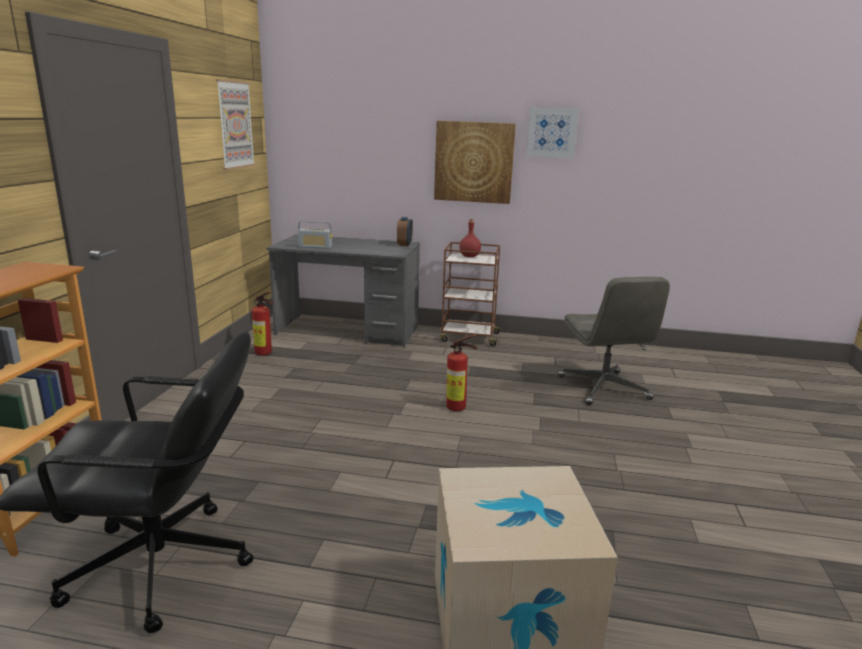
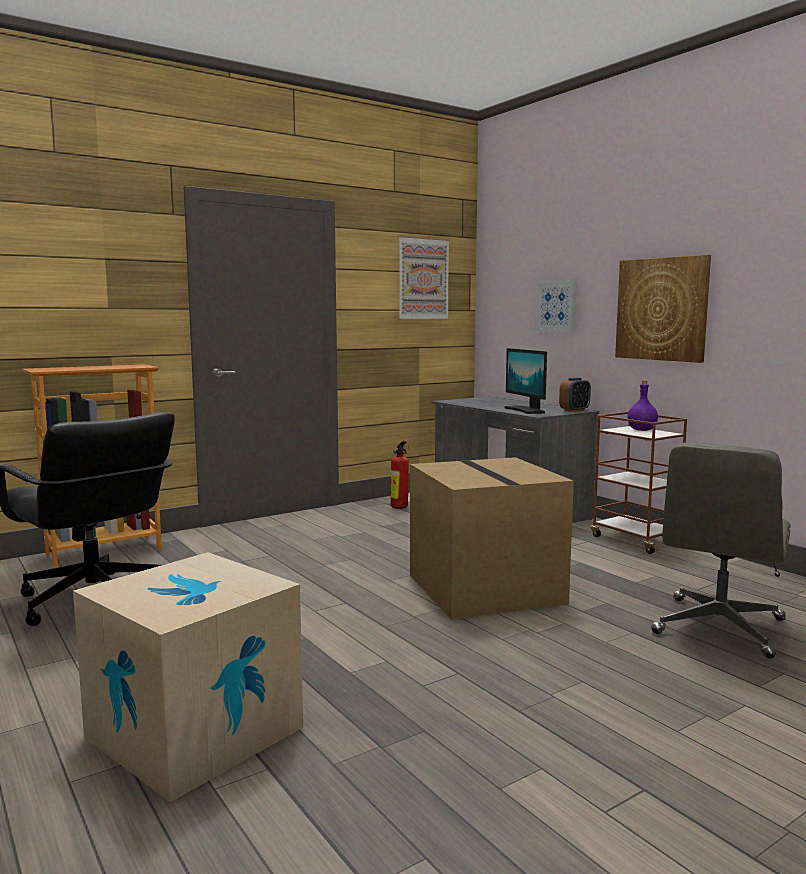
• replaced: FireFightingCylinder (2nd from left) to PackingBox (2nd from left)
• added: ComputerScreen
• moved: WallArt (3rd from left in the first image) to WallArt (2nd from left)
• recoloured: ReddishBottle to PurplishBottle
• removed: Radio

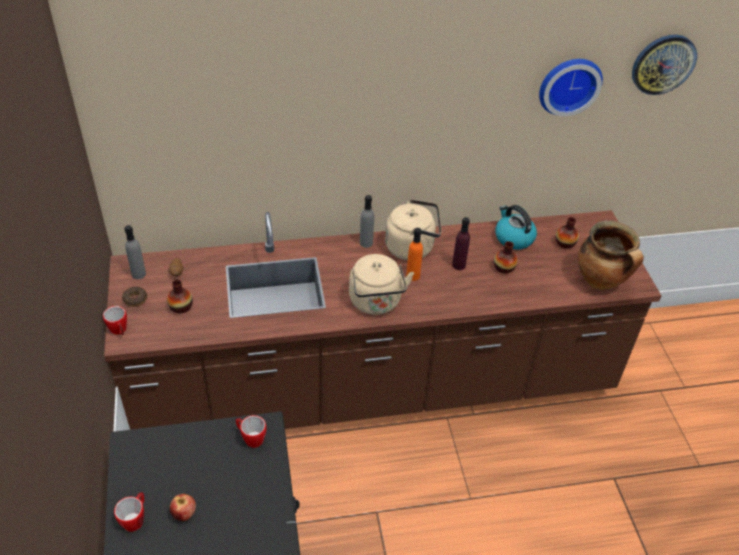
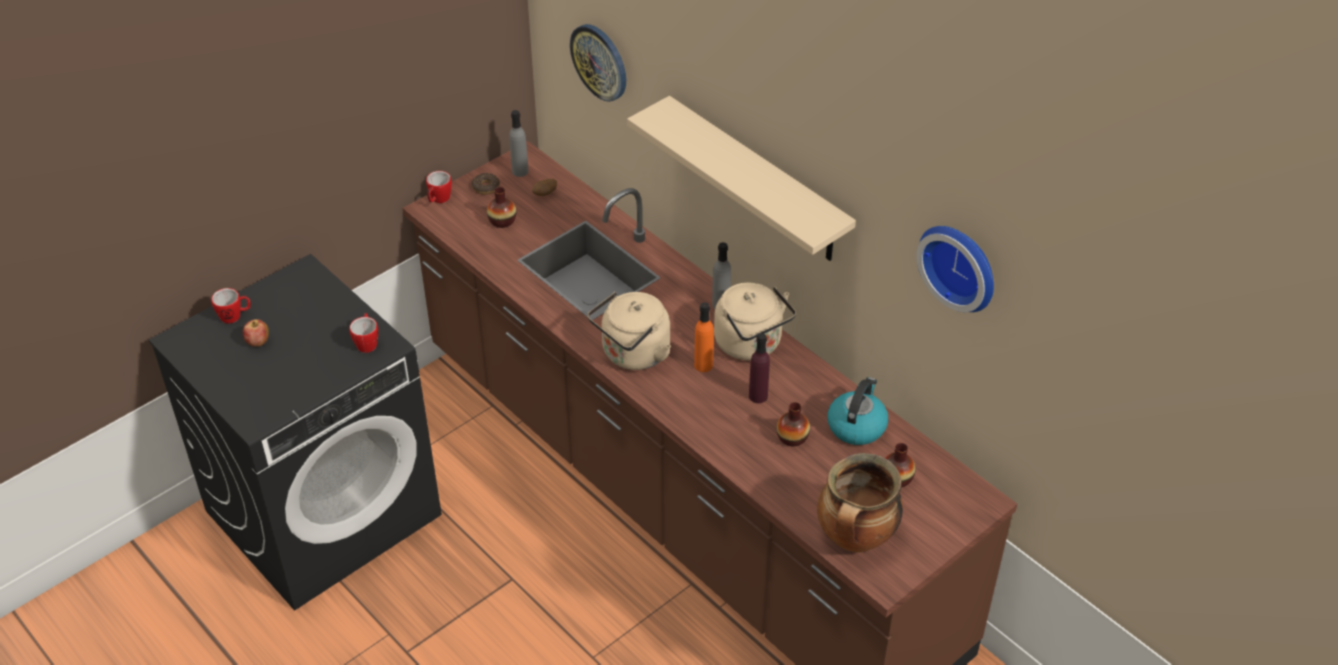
• moved: WallClock (2nd from left in the first image) to WallClock (1st from left)
• added: BeigeColouredWallShelf

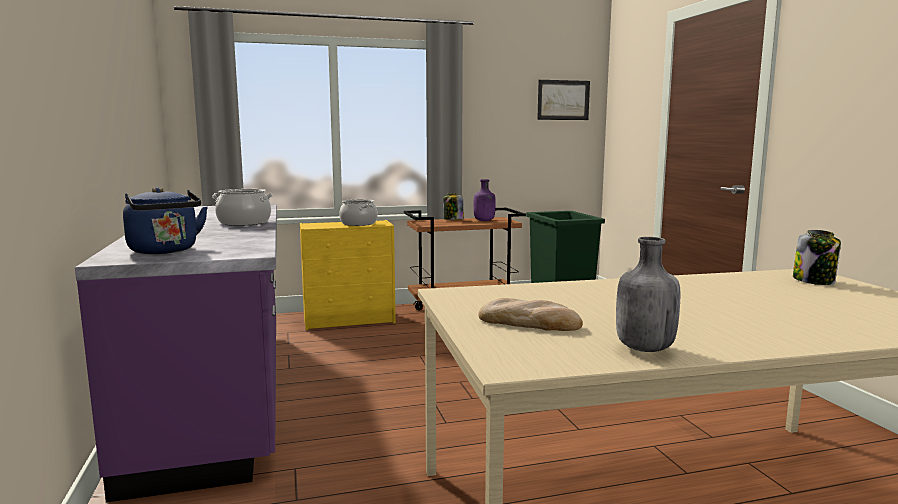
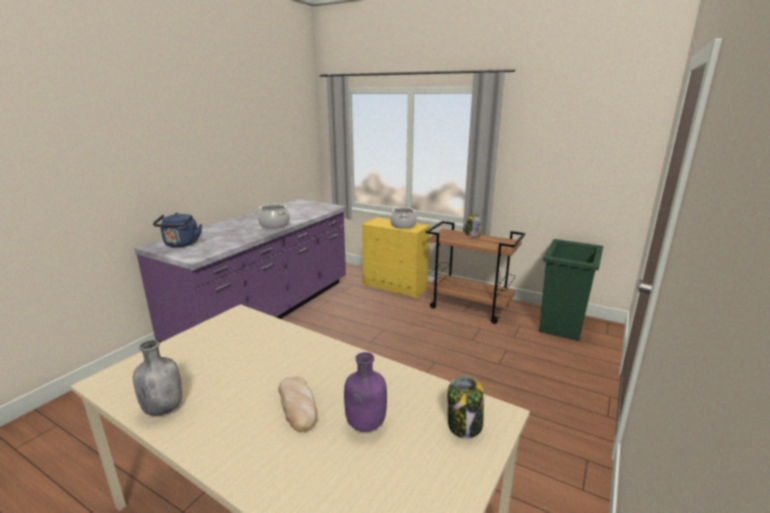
• moved: Bread
• moved: PurplishBottle
• removed: WallArt

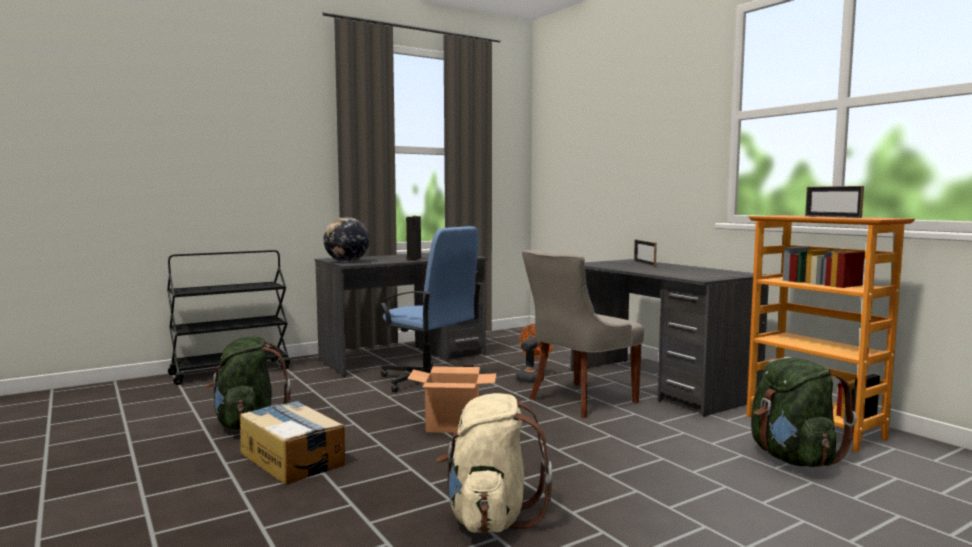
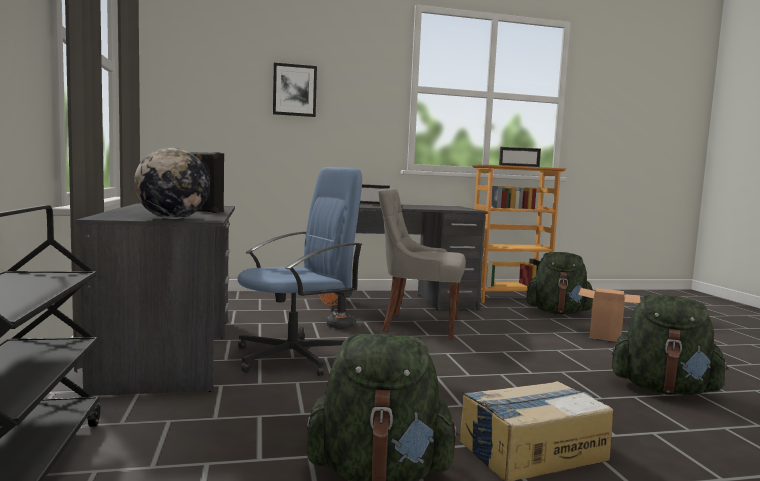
• added: WallArt
• turned: GreyishPlainChair 120 degrees clockwise
• moved: PackingBox (2nd from left)
• recoloured: BeigeColouredRucksack to GreenColouredRucksack (3rd from left)

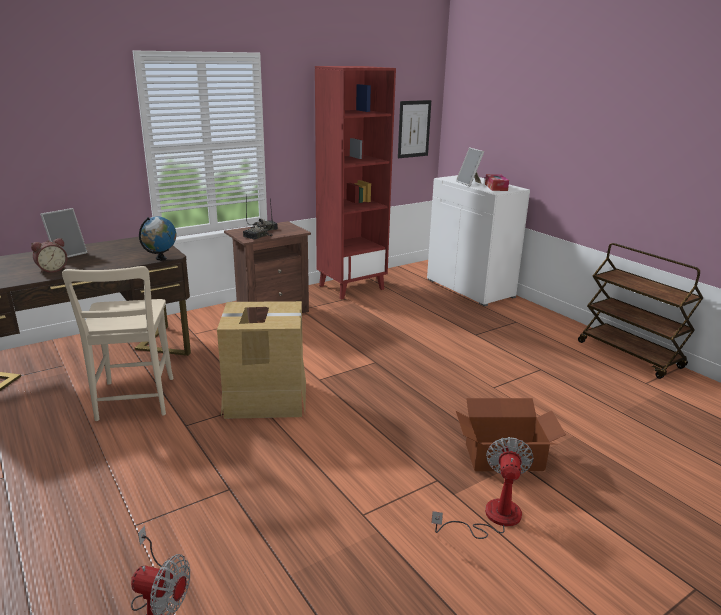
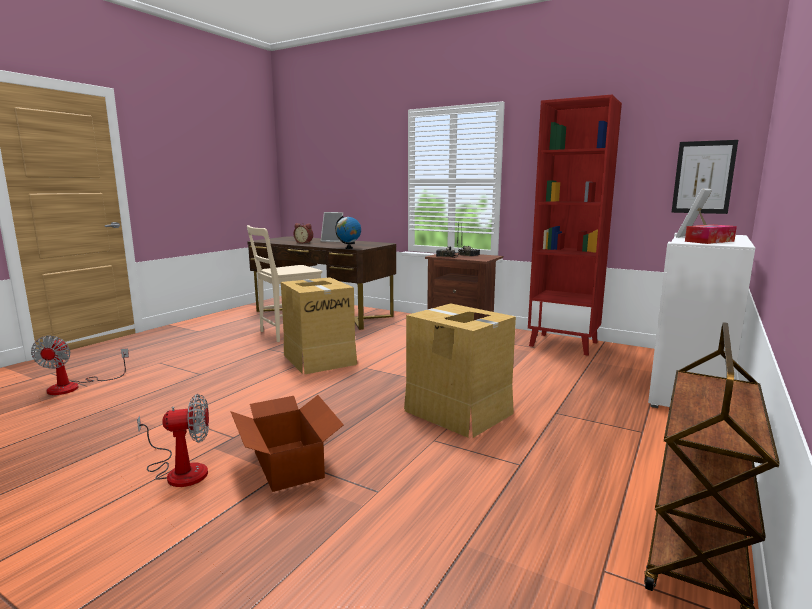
• added: PackingBox (3rd from left)

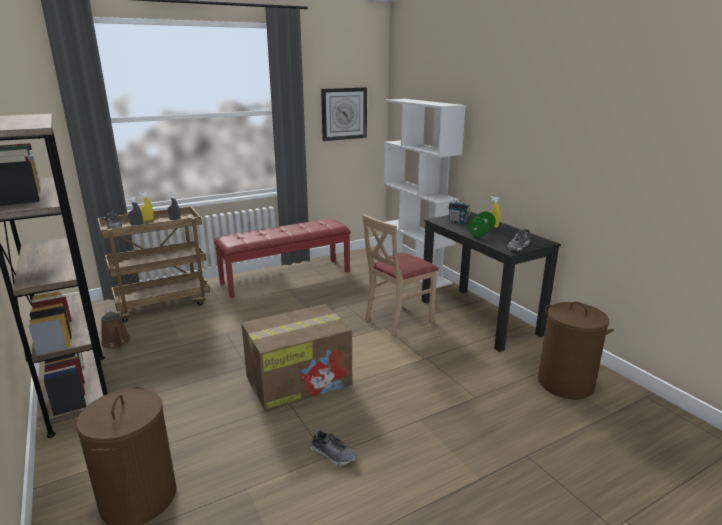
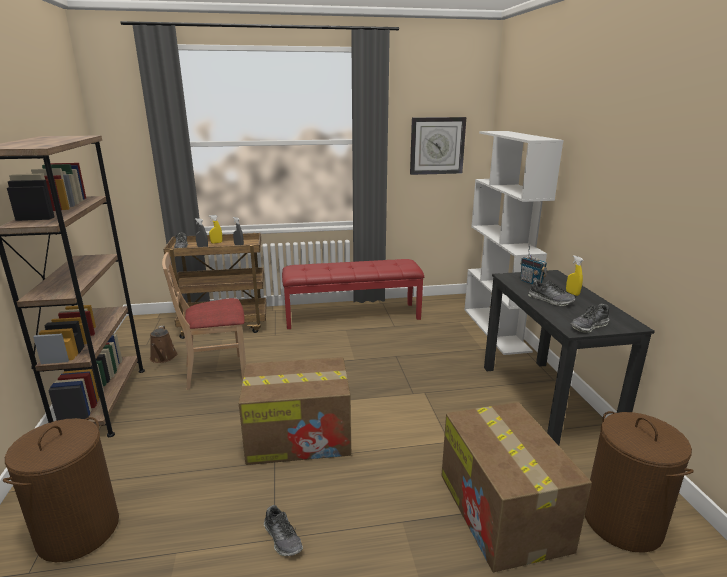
• moved: BeigeColouredPlainChair
• added: PackingBox (2nd from left)
• replaced: GreenColouredDumbbell to Shoe (3rd from left)

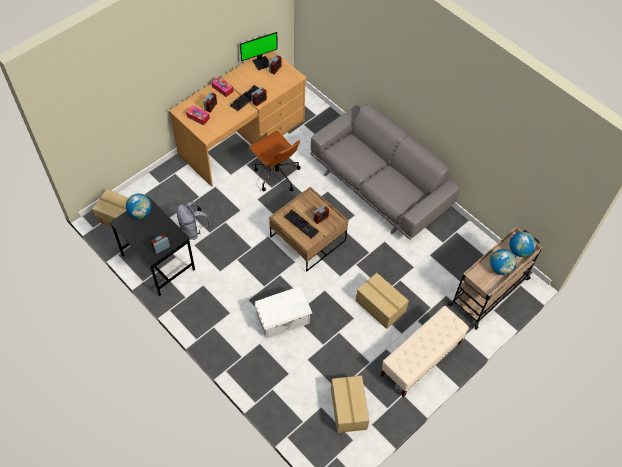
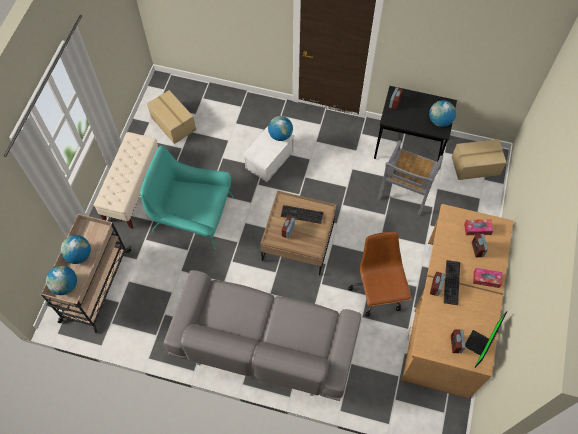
• replaced: PackingBox (3rd from left) to TurquoiseColouredLoungeChair
• added: DeskGlobe (3rd from left)
• turned: BrownColouredComputerChair 60 degrees clockwise
• replaced: GreyishRucksack to GreyishPlainChair

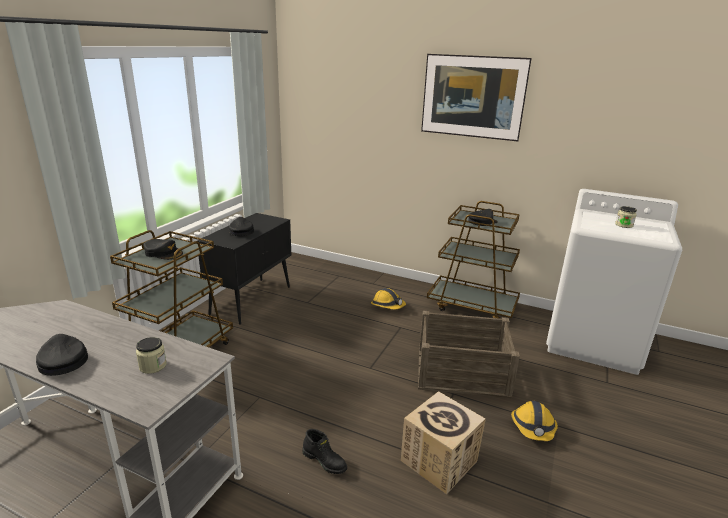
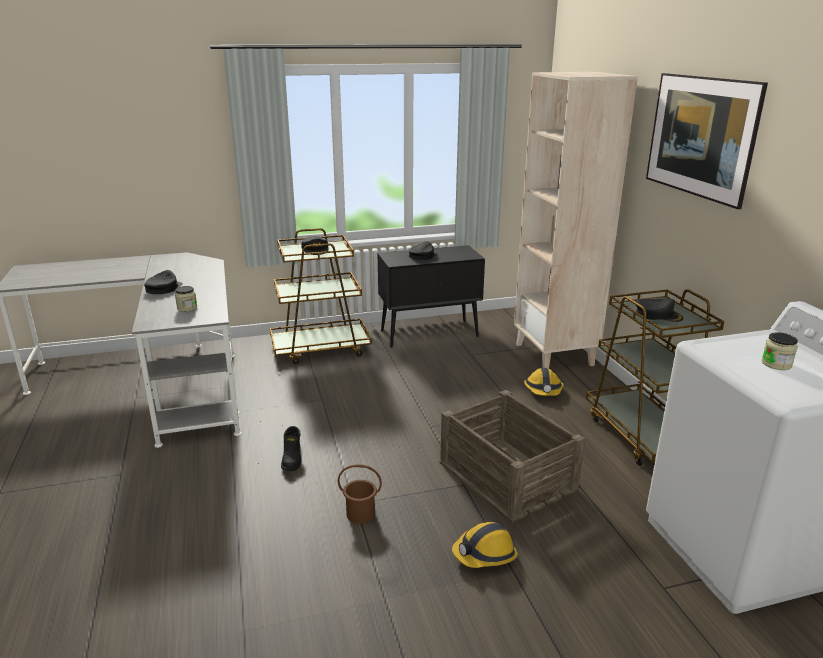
• replaced: PackingBox to BrownColouredBucket
• added: BeigeColouredBookcase

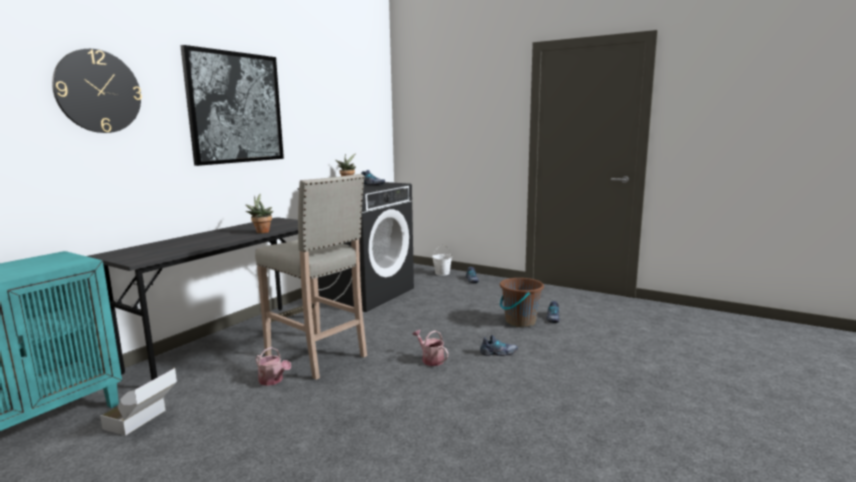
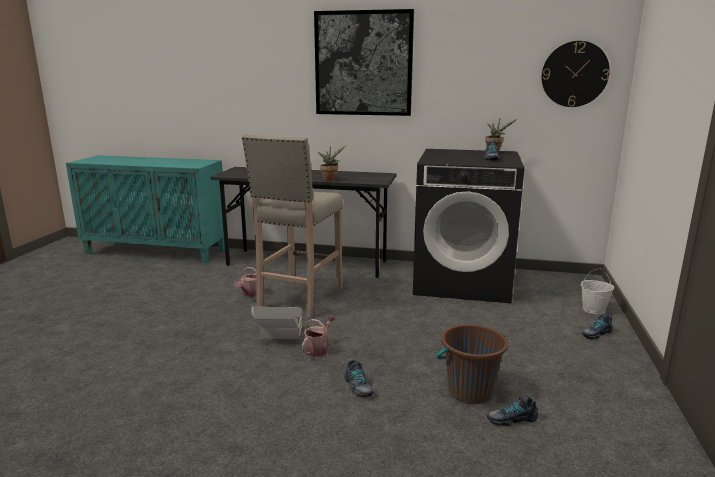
• moved: PackingBox
• moved: WallClock

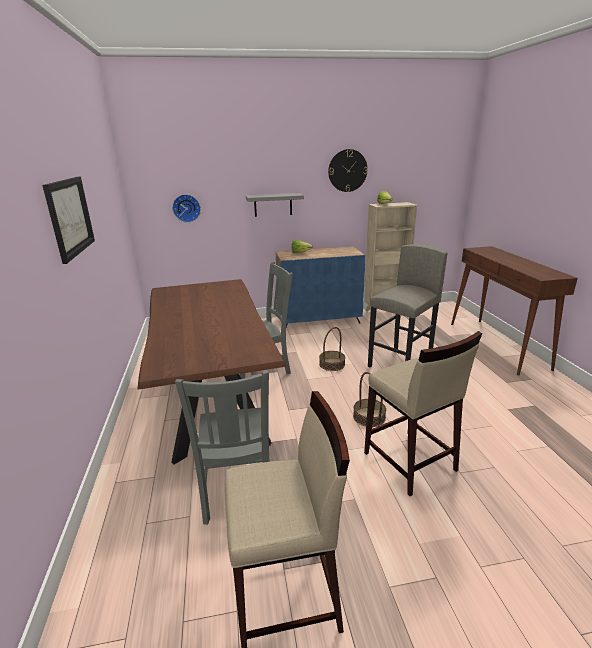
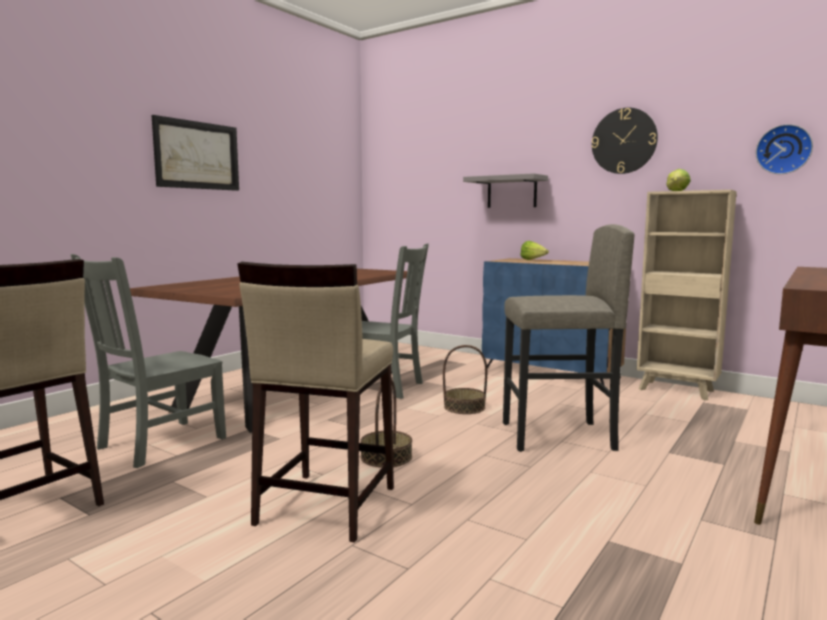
• moved: WallClock (1st from left in the first image) to WallClock (2nd from left)

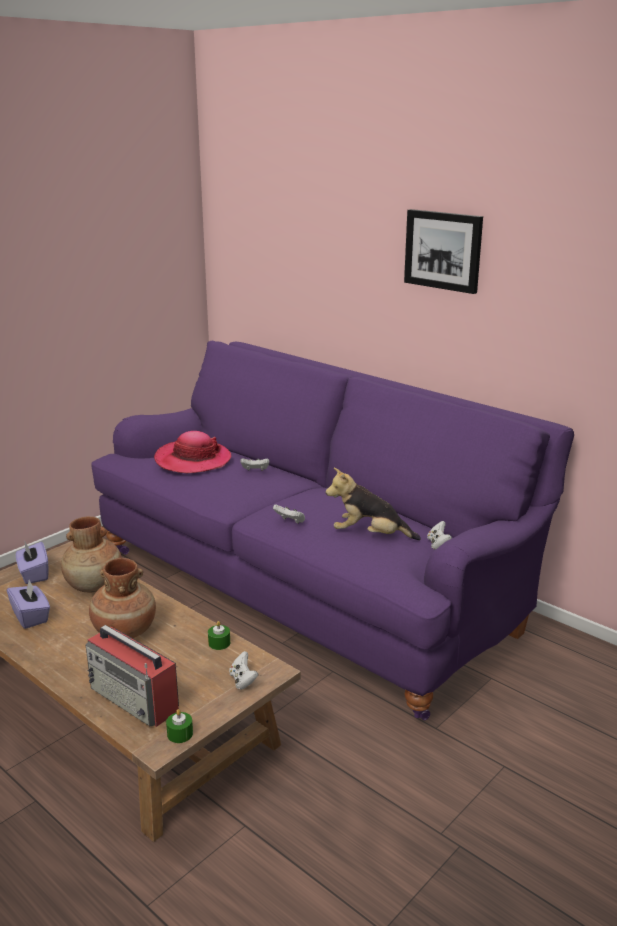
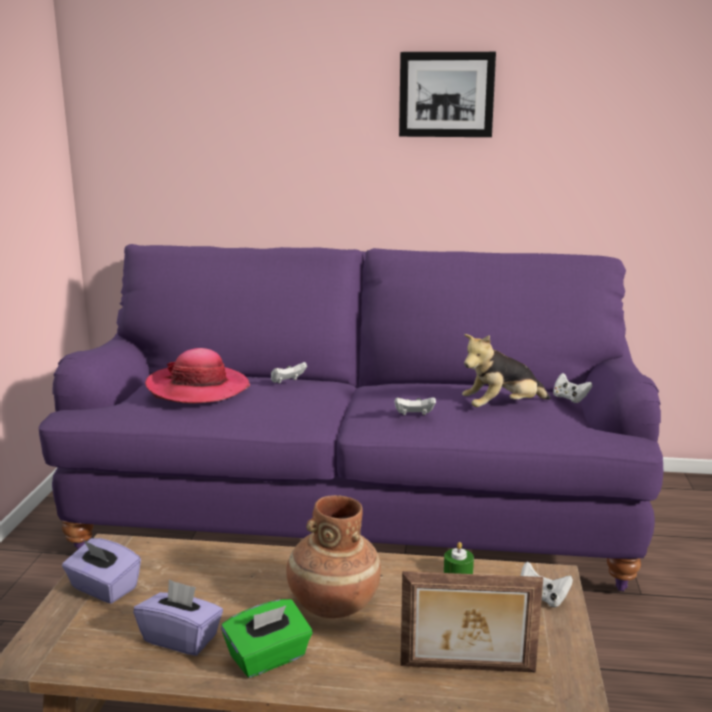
• added: GreenColouredTissueHolder
• replaced: Radio to PictureFrame
• removed: BrownColouredVase (1st from left)
• removed: GreenColouredCandle (1st from left)

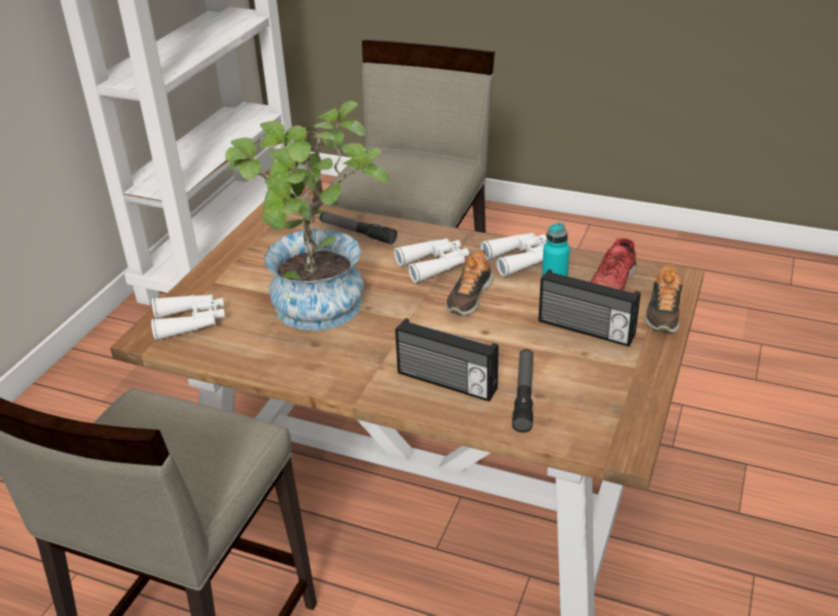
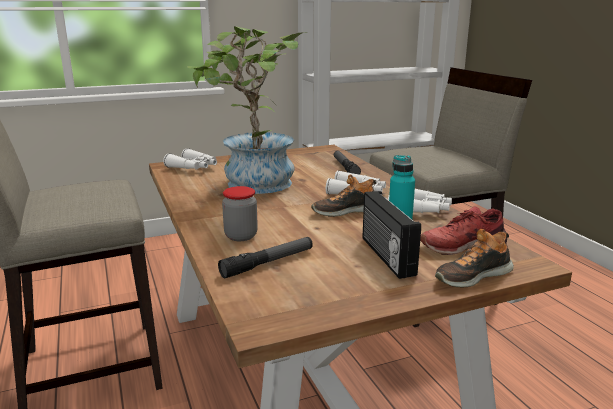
• replaced: Radio (1st from left) to Jar

